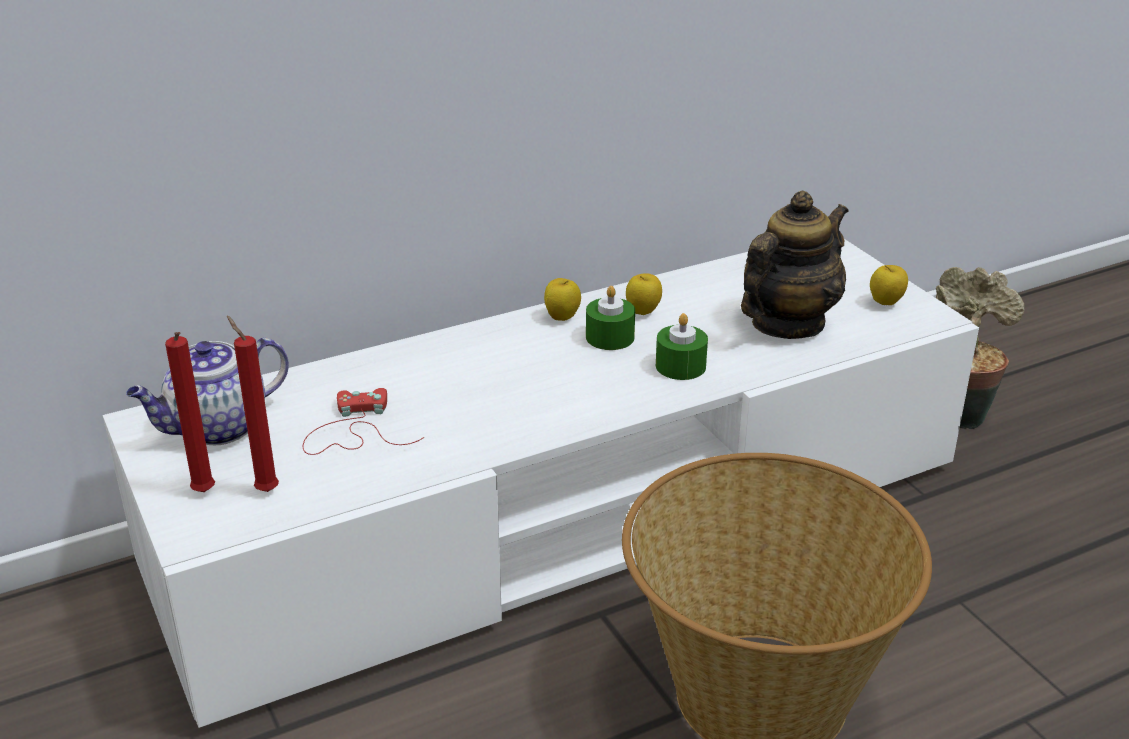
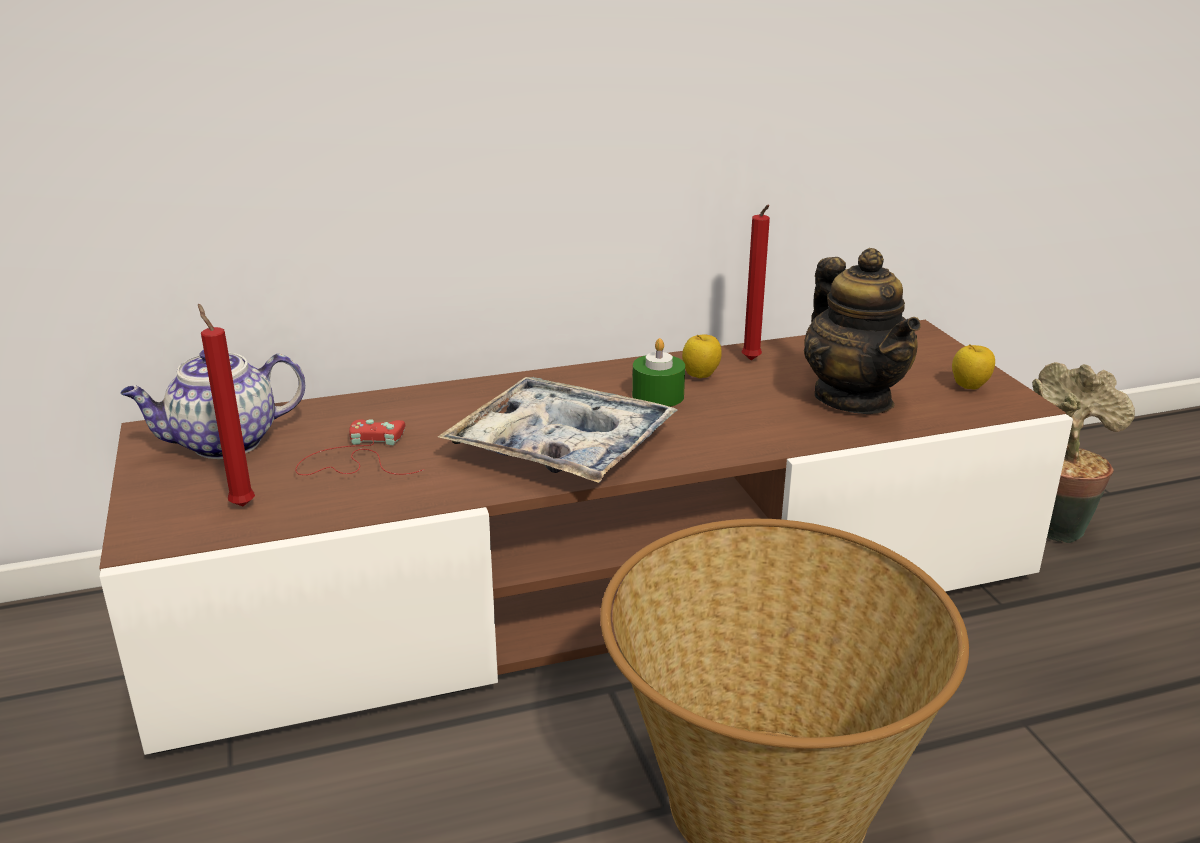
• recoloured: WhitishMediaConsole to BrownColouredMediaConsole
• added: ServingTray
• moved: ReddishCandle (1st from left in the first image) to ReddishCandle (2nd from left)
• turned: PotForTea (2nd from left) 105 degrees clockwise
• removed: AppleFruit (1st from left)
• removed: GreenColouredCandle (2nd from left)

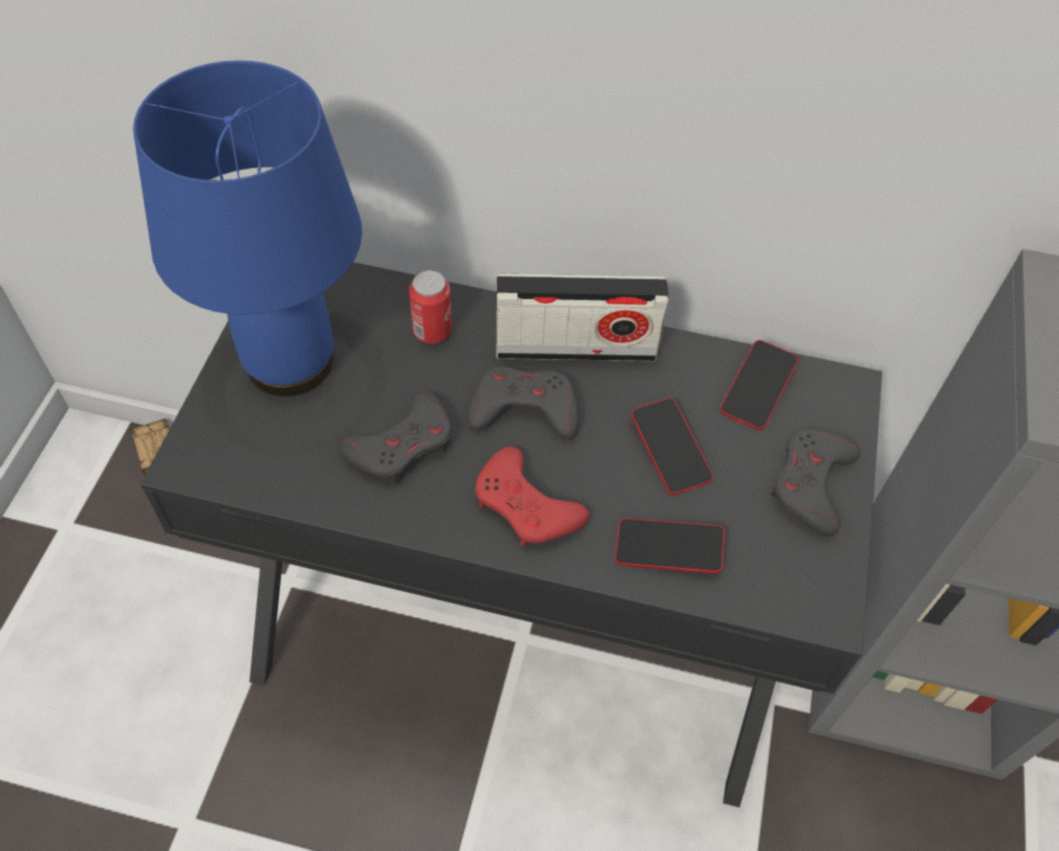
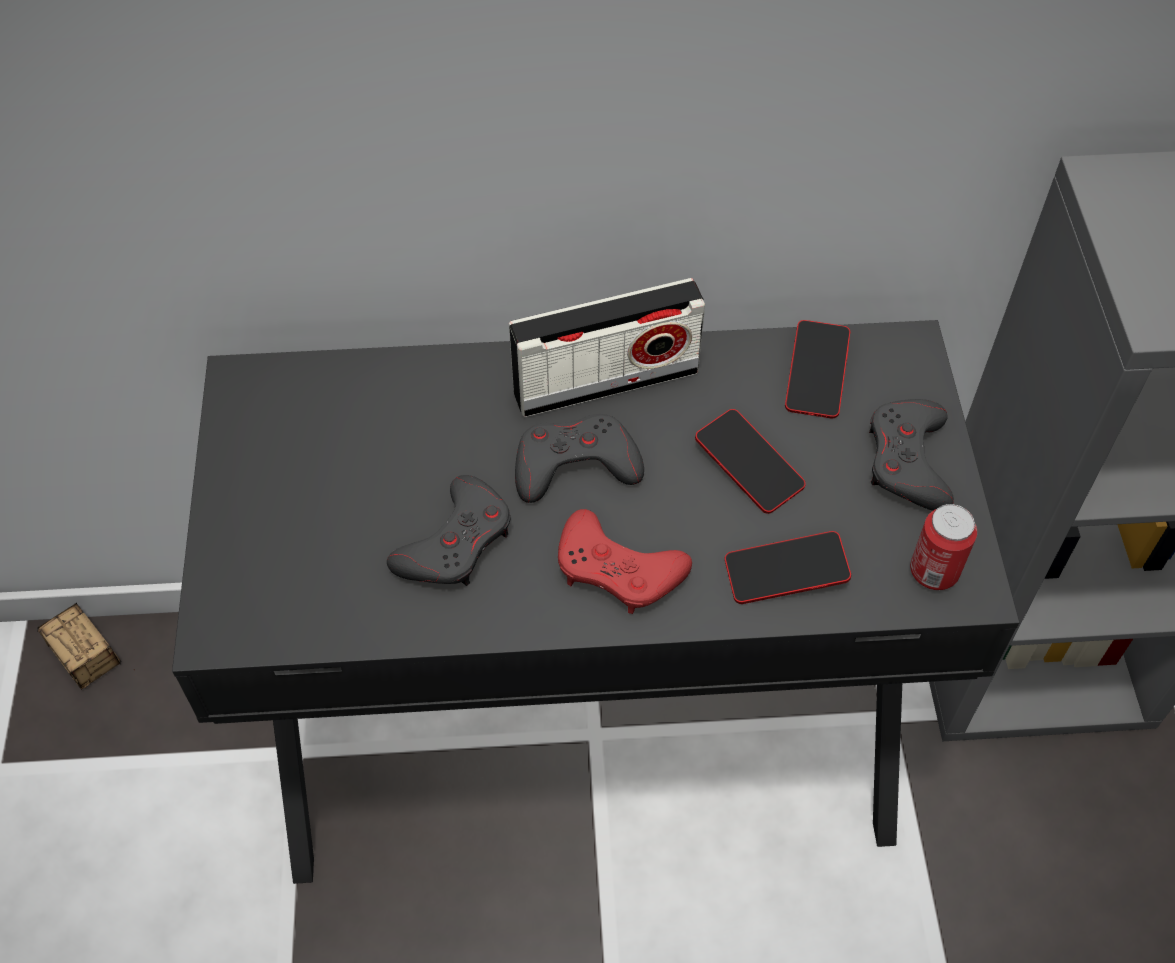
• moved: Can
• removed: BlueTabletopLamp

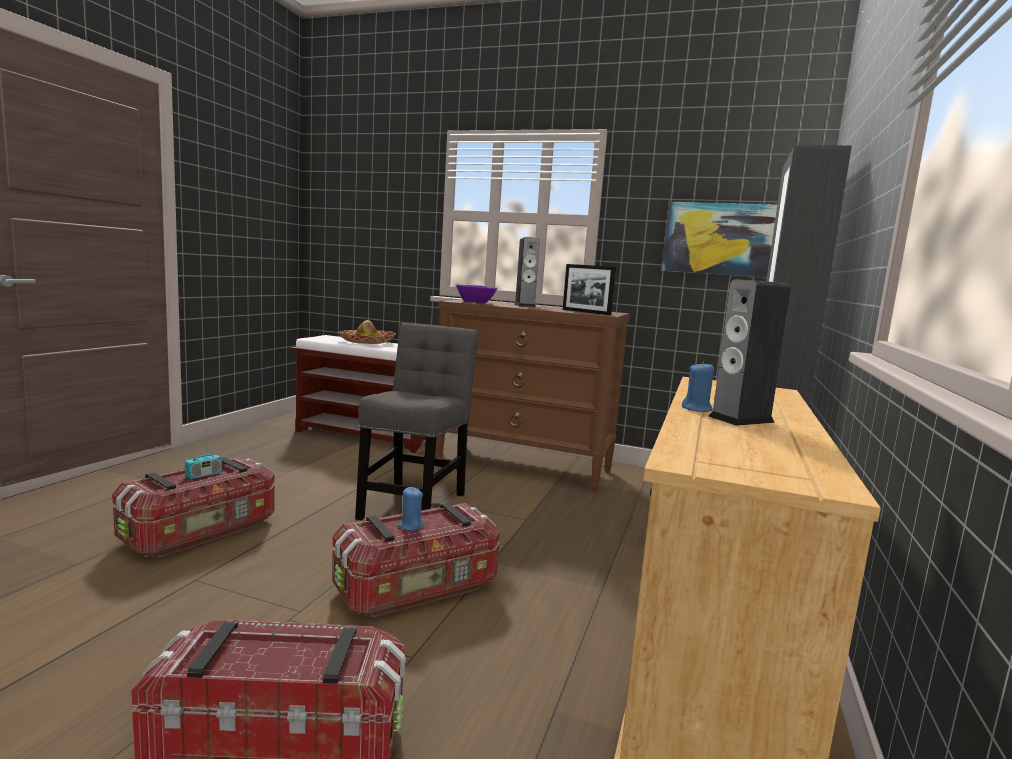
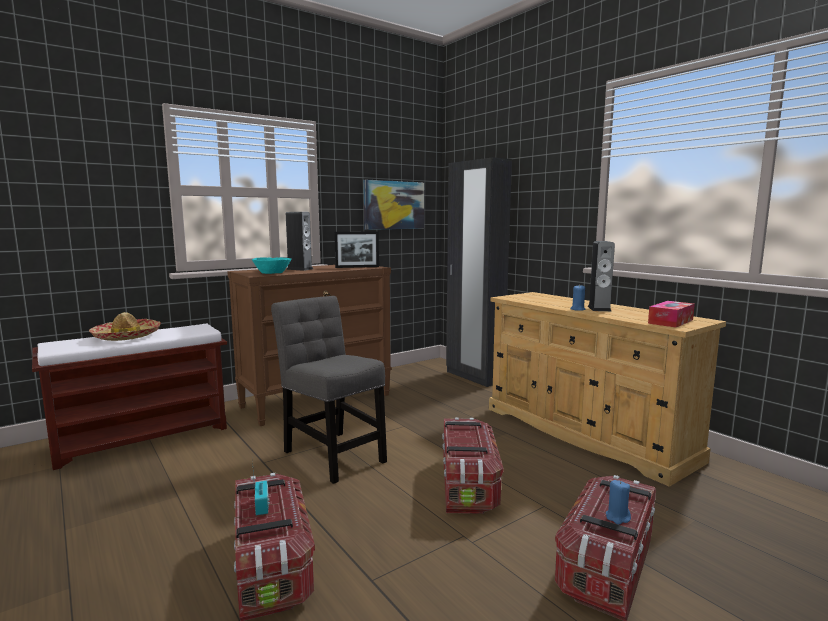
• recoloured: PurplishBowl to TurquoiseColouredBowl
• moved: BlueCandle (1st from left in the first image) to BlueCandle (2nd from left)
• added: TissueHolder

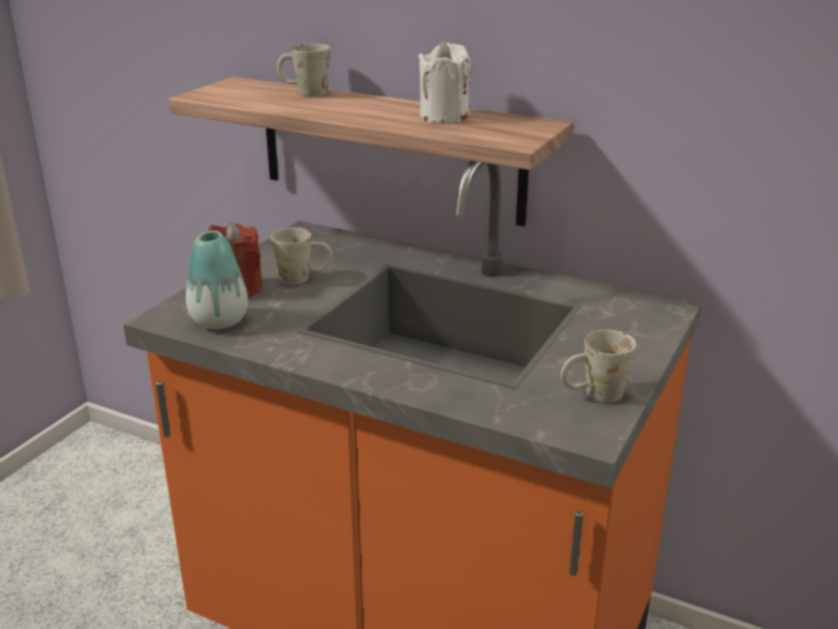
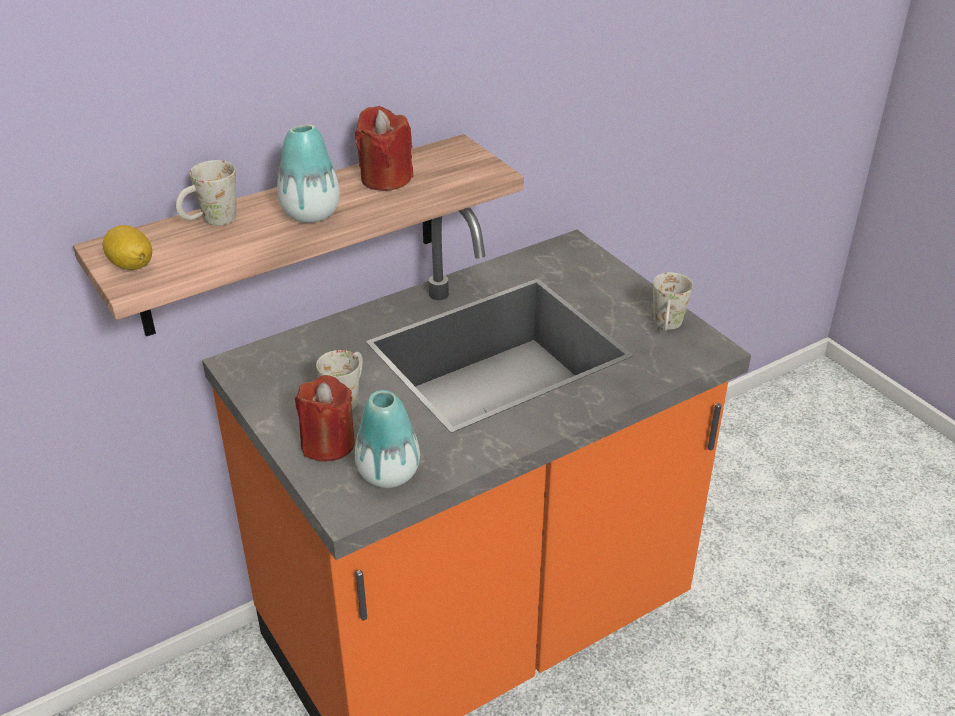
• added: CitrusFruit
• added: Vase (1st from left)
• recoloured: WhitishCandle to ReddishCandle (2nd from left)

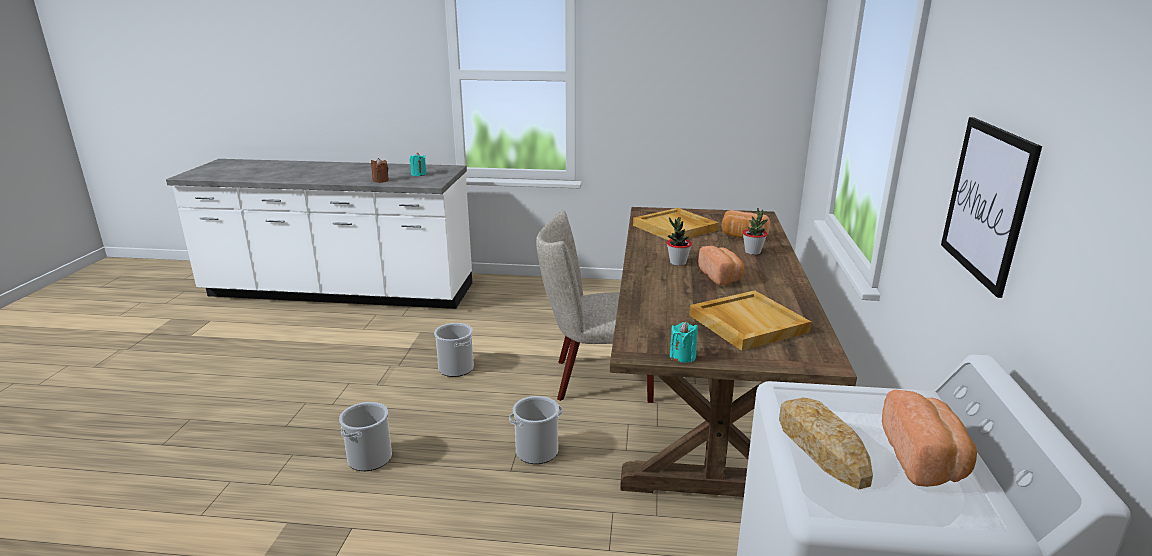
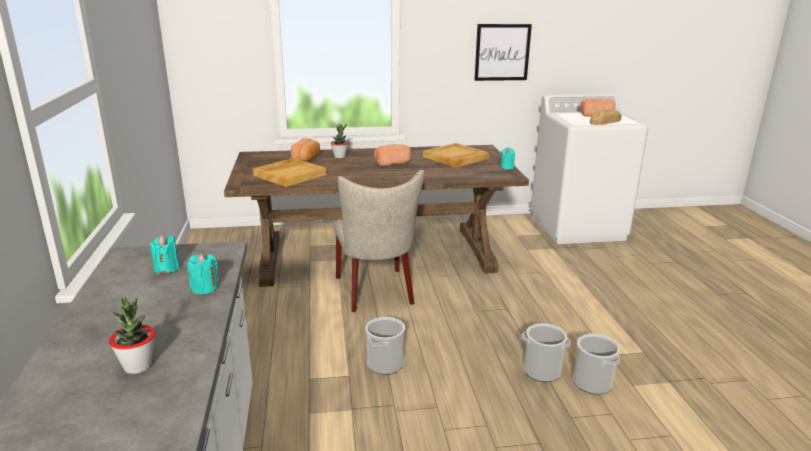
• moved: PottedPlant (1st from left)
• recoloured: BrownColouredCandle to TurquoiseColouredCandle (2nd from left)
• moved: Bucket (3rd from left)

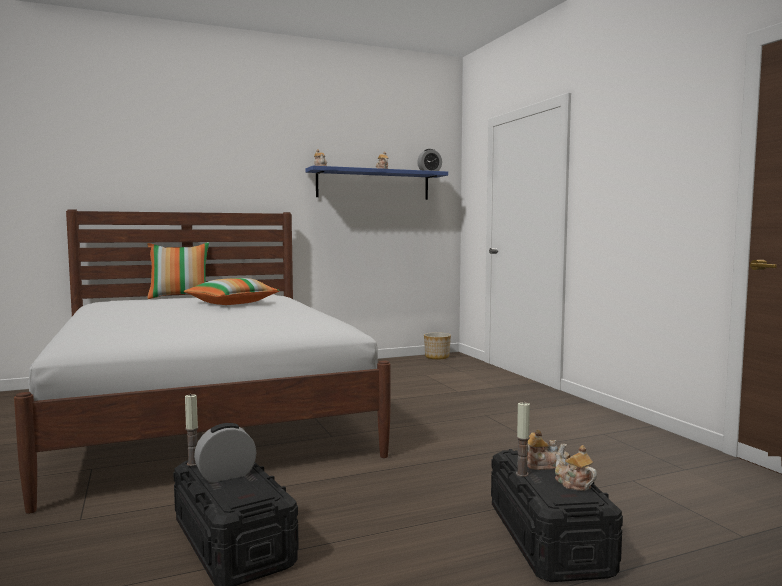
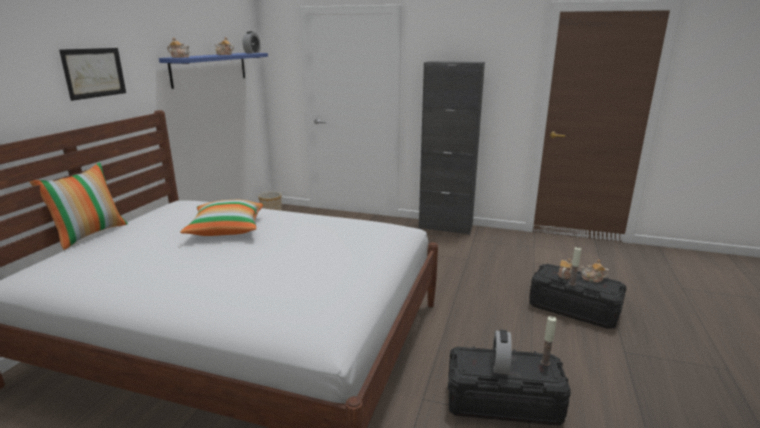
• added: WallArt
• added: BlackColouredCabinet
• moved: Candle (1st from left)

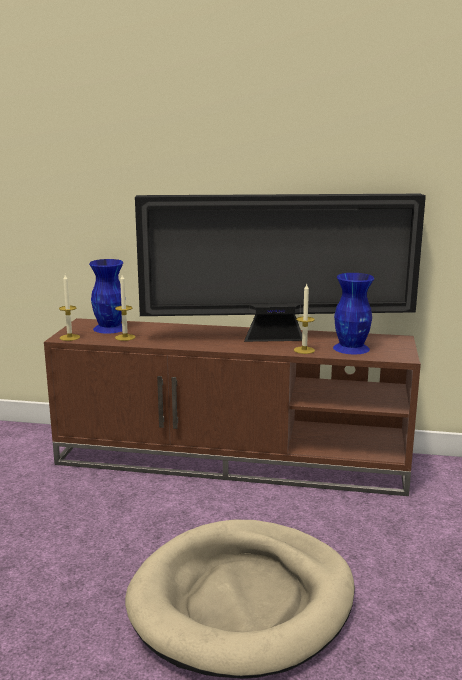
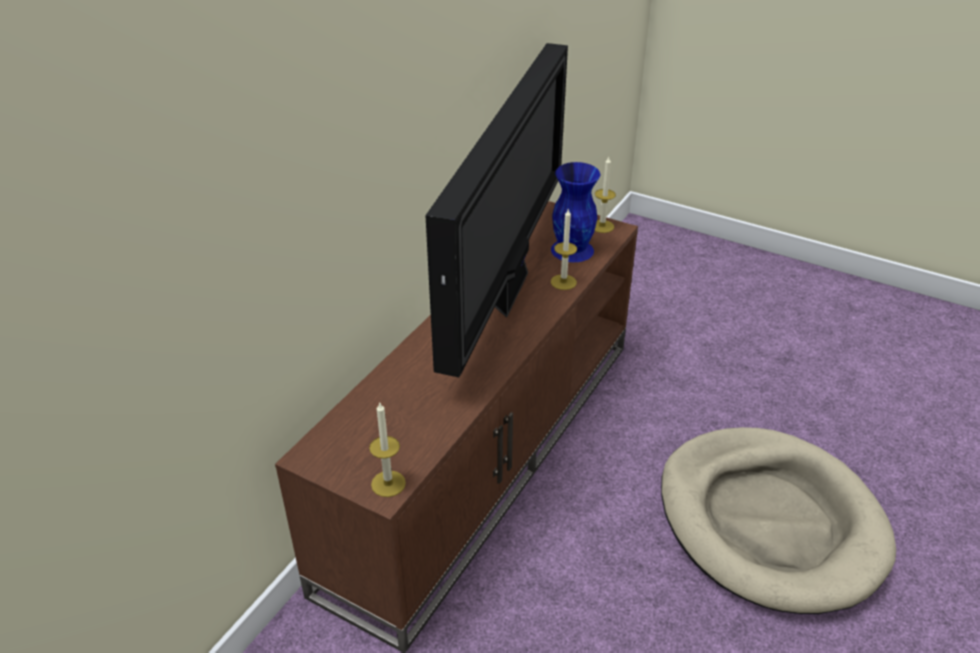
• moved: Candle (2nd from left in the first image) to Candle (3rd from left)
• removed: BlueVase (1st from left)

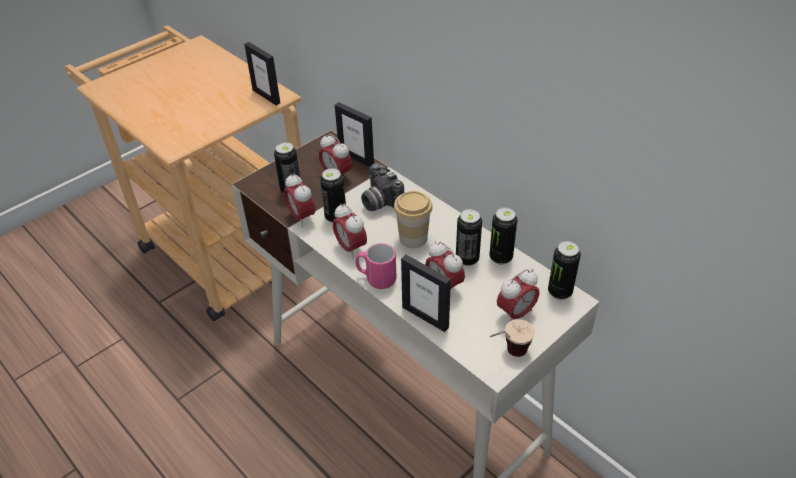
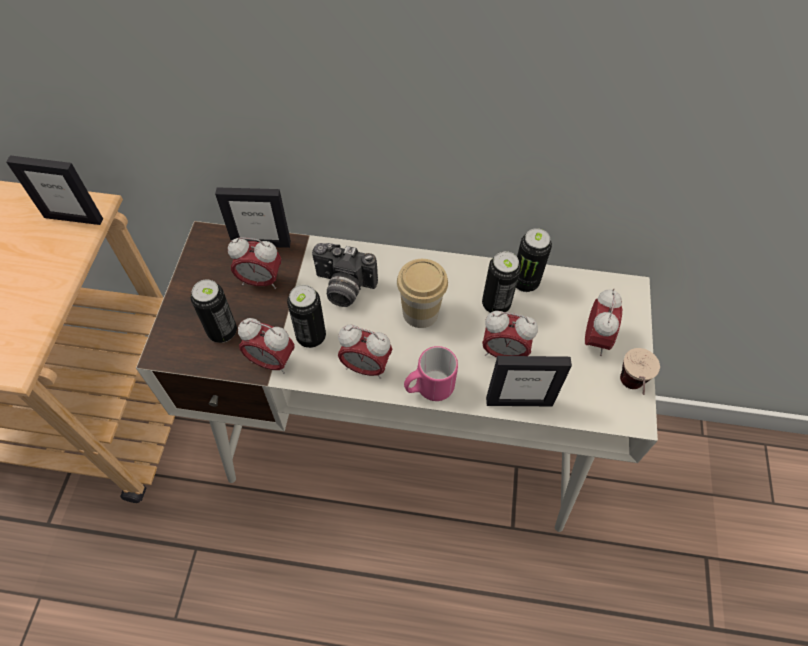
• removed: Can (5th from left)

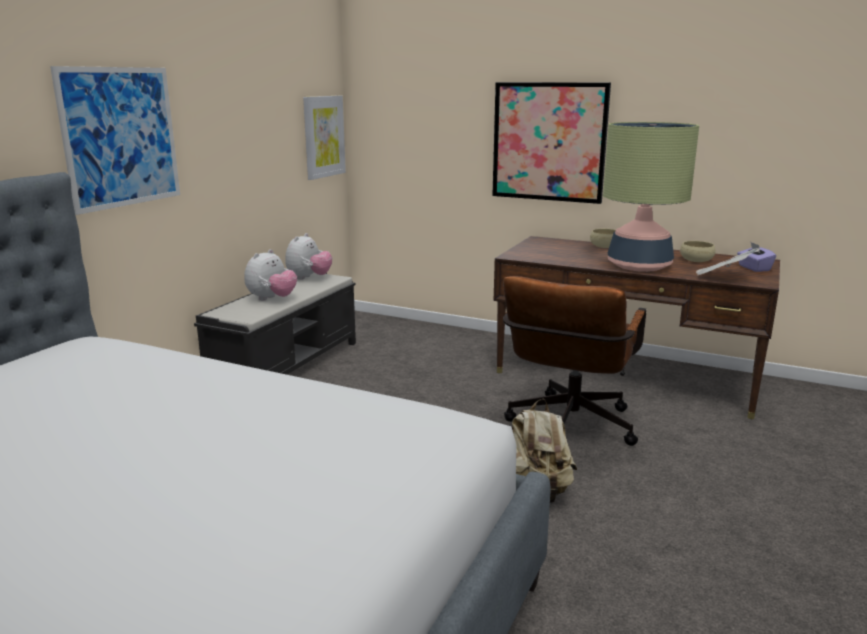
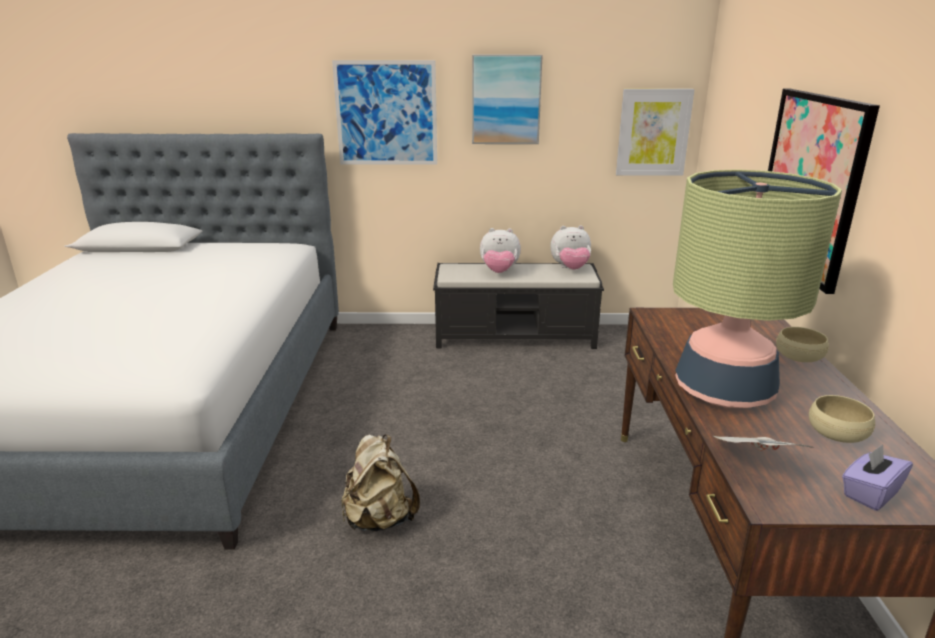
• added: WallArt (2nd from left)
• removed: BrownColouredComputerChair

